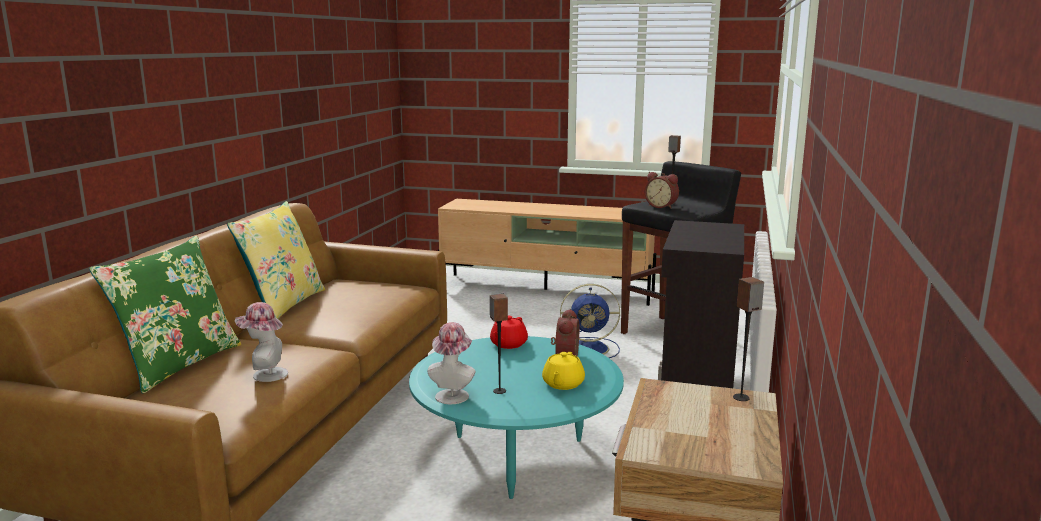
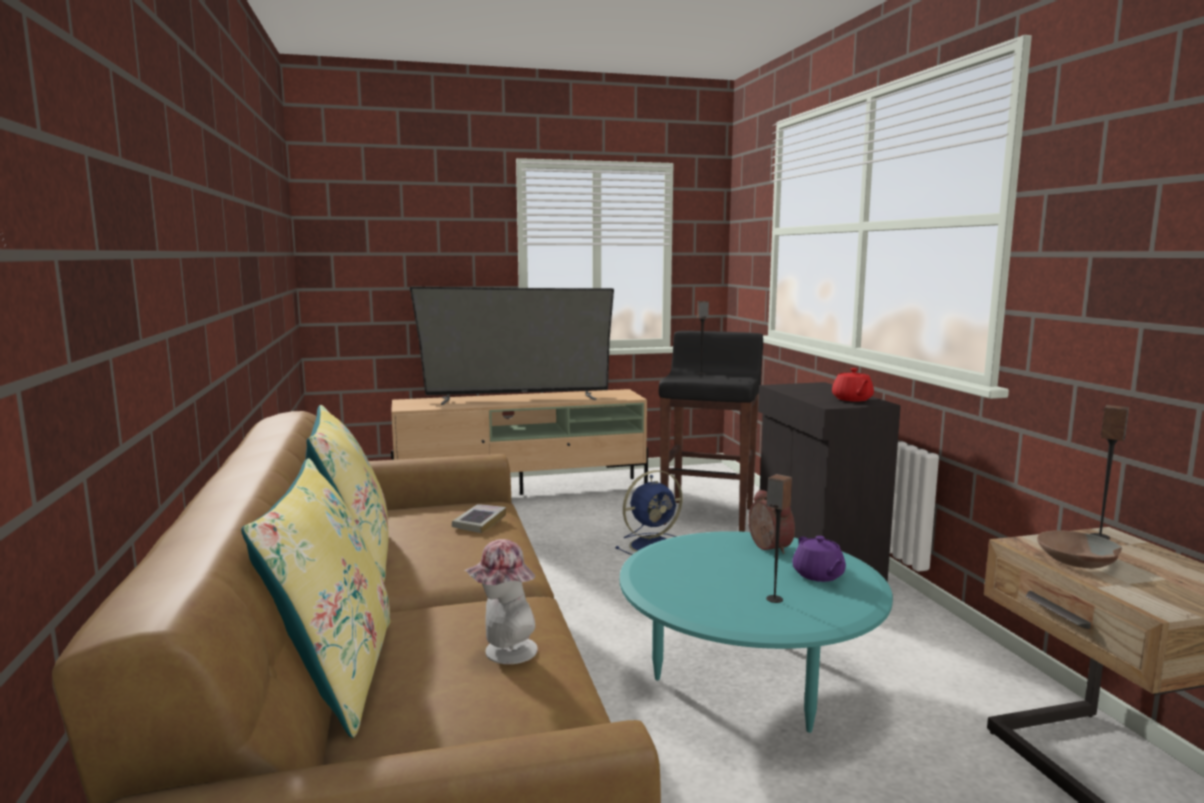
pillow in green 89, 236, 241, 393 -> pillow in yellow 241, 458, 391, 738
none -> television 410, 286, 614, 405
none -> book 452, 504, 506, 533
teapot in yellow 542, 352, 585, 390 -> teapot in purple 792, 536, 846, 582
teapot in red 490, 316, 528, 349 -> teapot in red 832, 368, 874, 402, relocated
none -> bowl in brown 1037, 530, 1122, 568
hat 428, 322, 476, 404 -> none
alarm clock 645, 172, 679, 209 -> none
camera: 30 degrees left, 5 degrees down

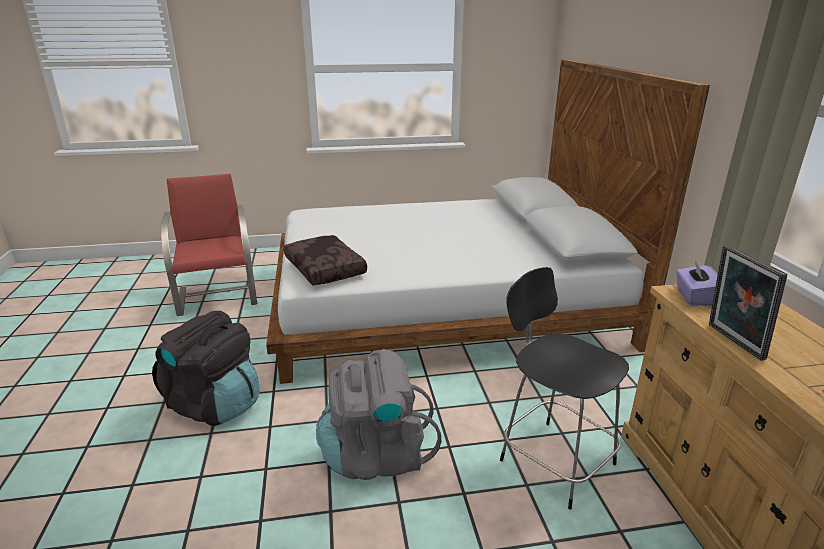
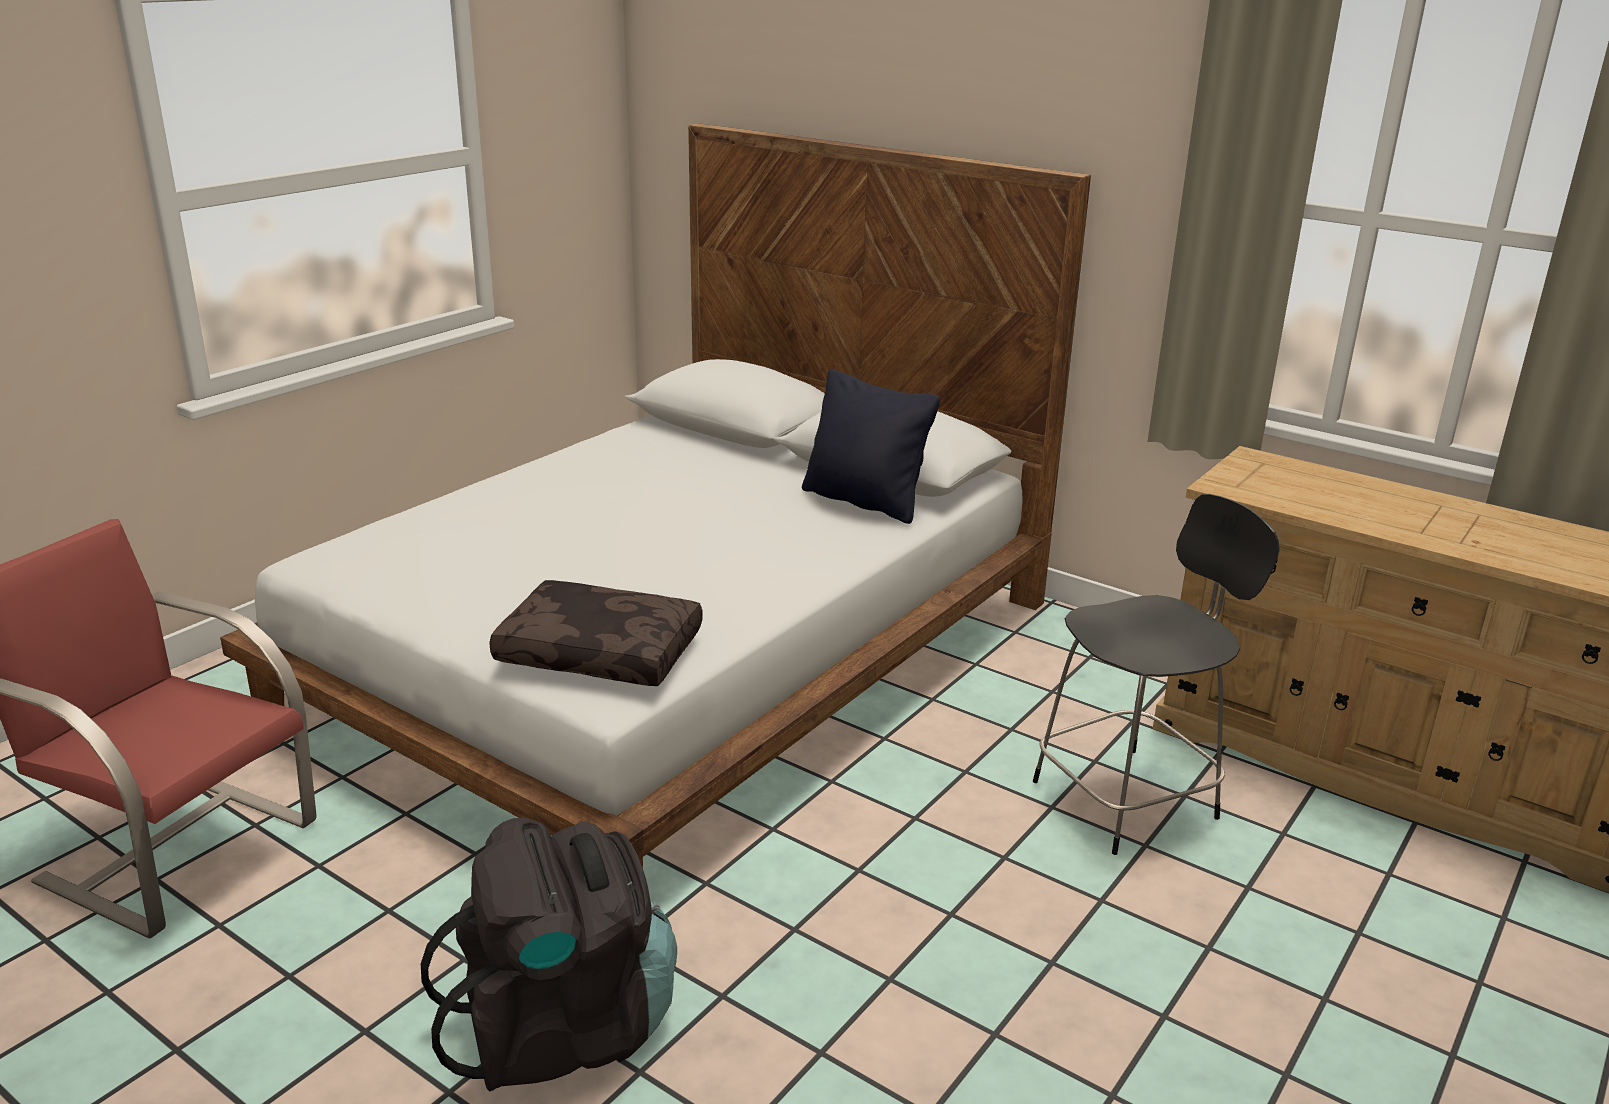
none -> pillow in black 802, 369, 940, 524
chair in black 500, 267, 629, 509 -> chair in black 1033, 494, 1279, 855, 150 degrees clockwise
backpack in grey 316, 349, 441, 480 -> none
tissue box in purple 676, 261, 718, 306 -> none
picture frame 709, 245, 787, 361 -> none
camera: 45 degrees left, 0 degrees up

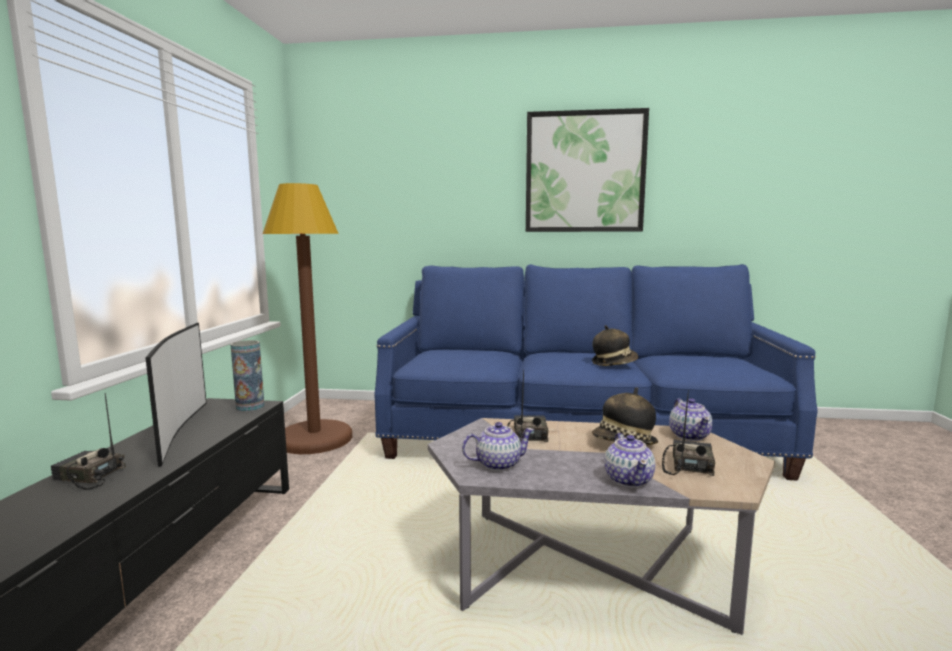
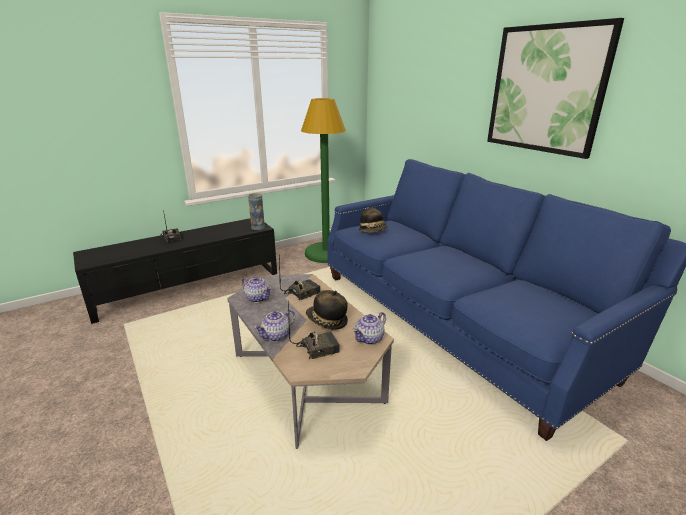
floor lamp in brown 263, 183, 352, 454 -> floor lamp in green 301, 98, 346, 263
hat 592, 325, 639, 366 -> hat 359, 205, 387, 232, relocated
television 145, 323, 207, 467 -> none
camera: 50 degrees right, 15 degrees up

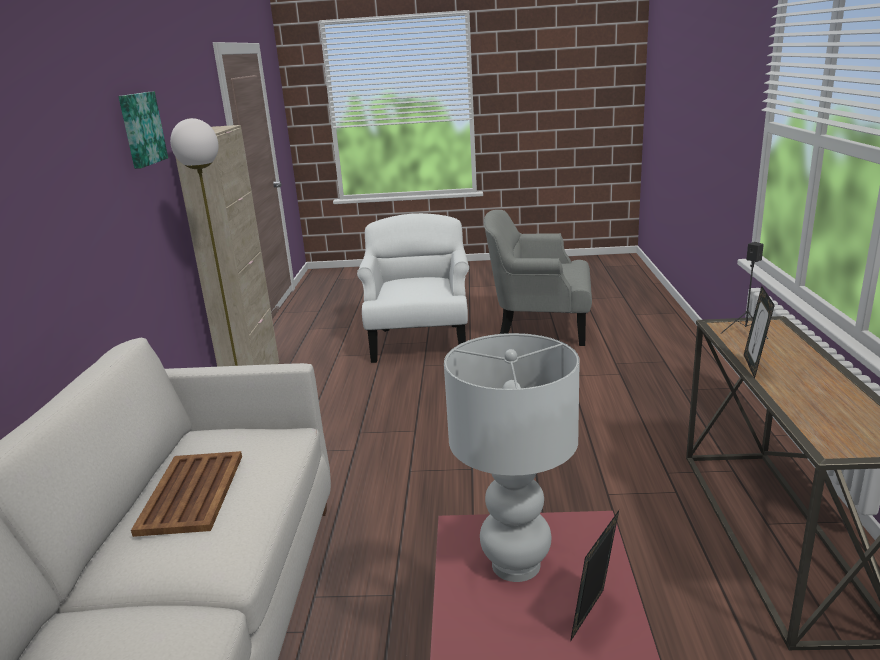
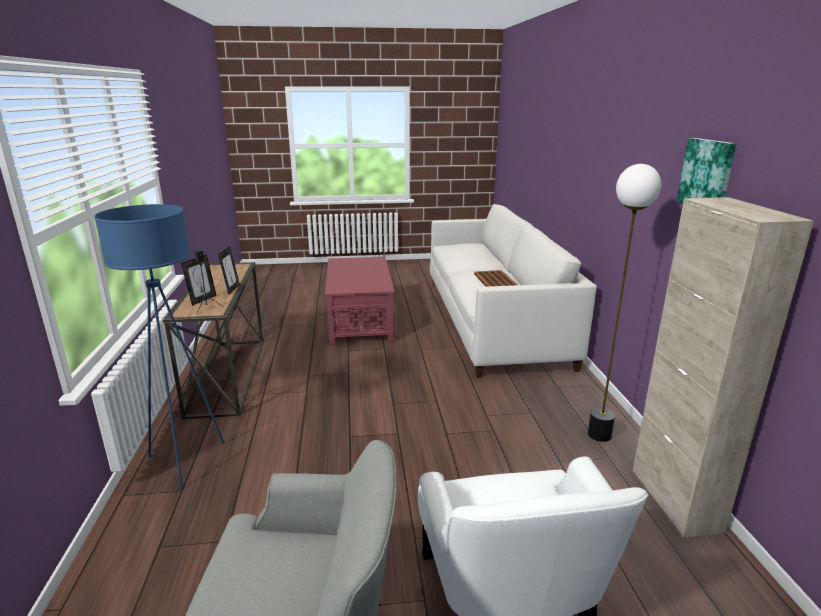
none -> floor lamp in blue 94, 204, 225, 490
picture frame 570, 510, 619, 642 -> picture frame 181, 255, 216, 306, relocated
table lamp in white 444, 333, 580, 582 -> none
camera: 170 degrees right, 0 degrees up

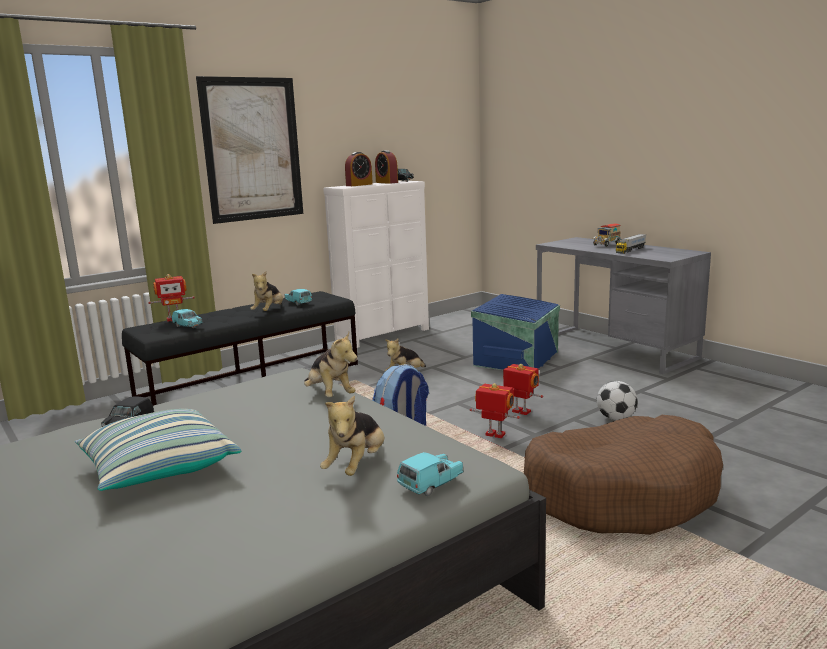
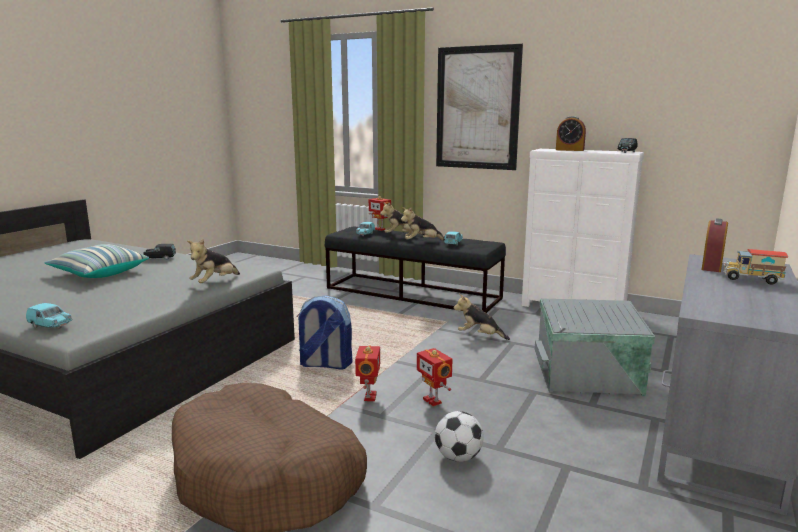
plush toy 320, 395, 384, 476 -> plush toy 380, 202, 425, 235, relocated
toy robot 503, 364, 543, 415 -> toy robot 417, 348, 452, 406, 135 degrees clockwise
storage box in blue 471, 294, 560, 370 -> storage box in grey 535, 299, 655, 396
alarm clock 375, 150, 398, 184 -> alarm clock 702, 218, 728, 272, relocated
toy truck 616, 234, 646, 254 -> none
camera: 65 degrees right, 0 degrees up

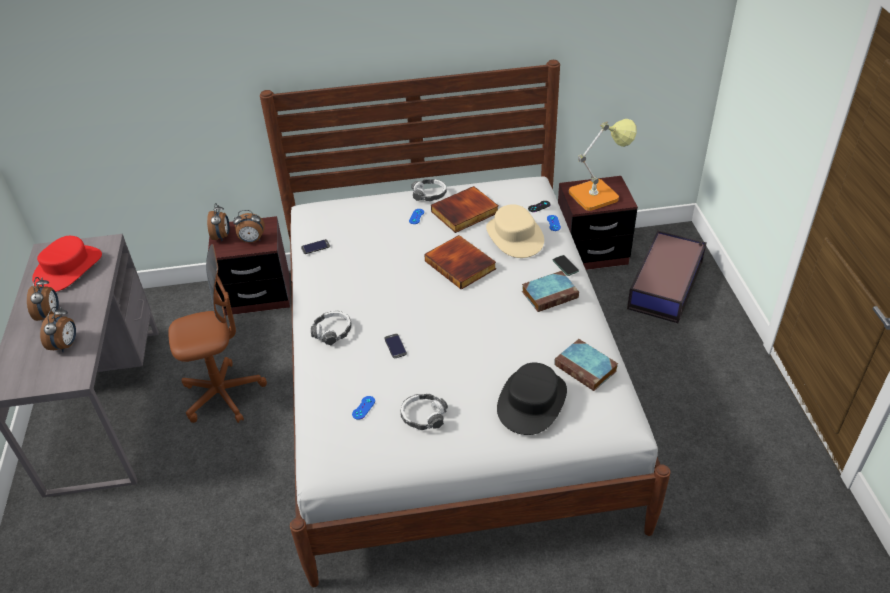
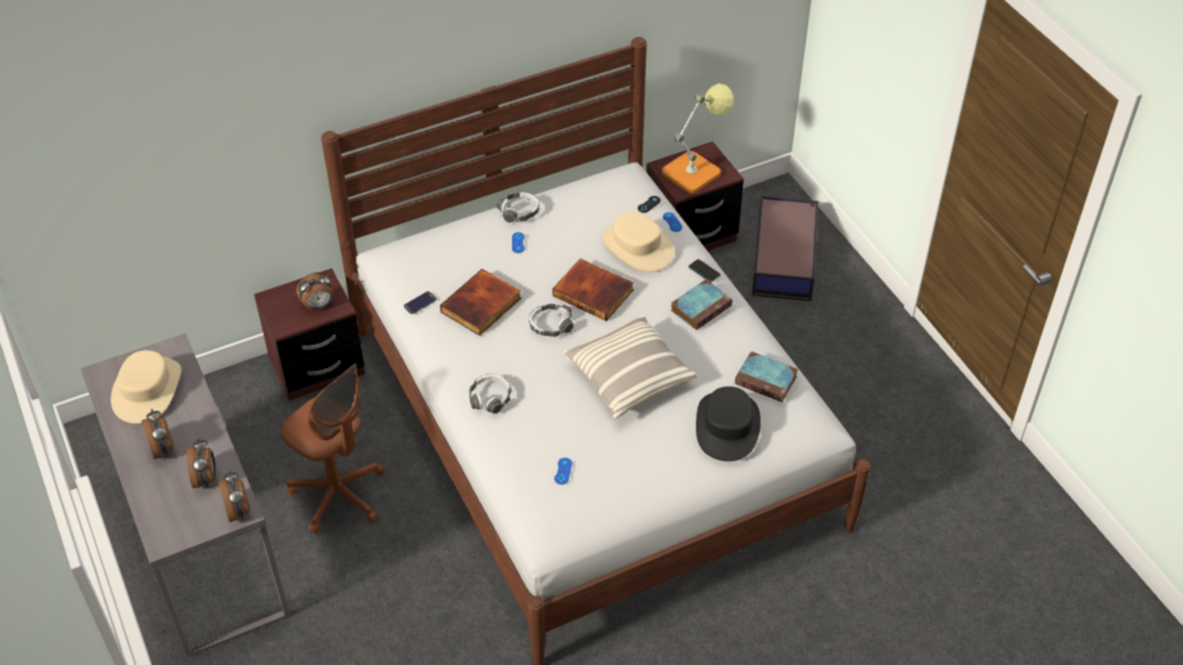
hat in red 32, 236, 102, 292 -> hat in beige 111, 350, 181, 424
alarm clock 207, 203, 229, 241 -> alarm clock 218, 470, 250, 522, relocated
office chair in brown 168, 244, 267, 423 -> office chair in brown 281, 364, 384, 534, 75 degrees clockwise
book 431, 186, 498, 233 -> book 440, 269, 521, 336, relocated
headphones 400, 394, 448, 430 -> headphones 529, 303, 574, 337, relocated
none -> pillow 563, 315, 697, 419
phone 384, 333, 407, 358 -> none
camera: 20 degrees left, 5 degrees up

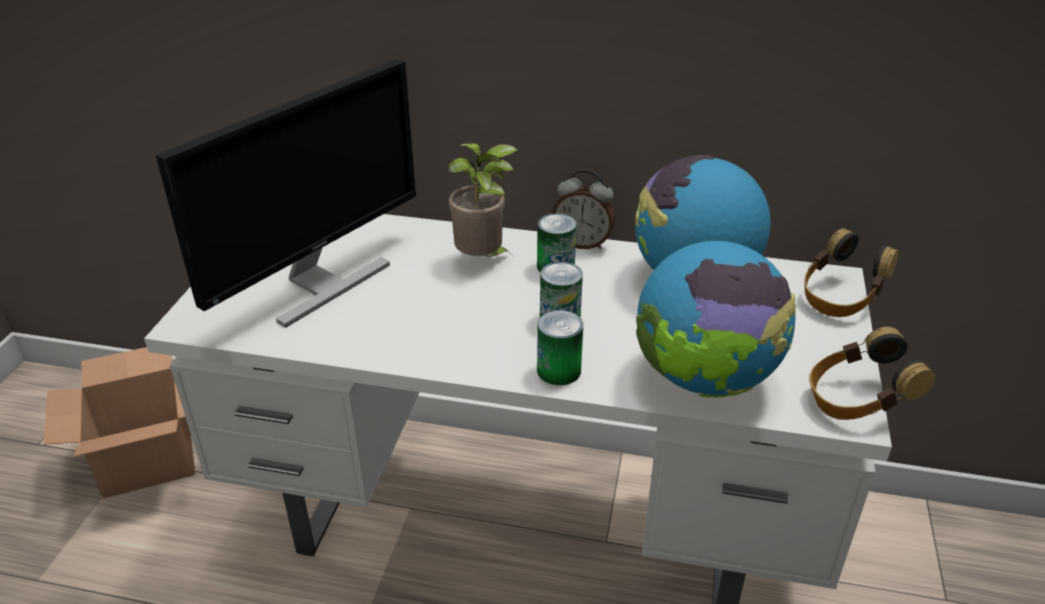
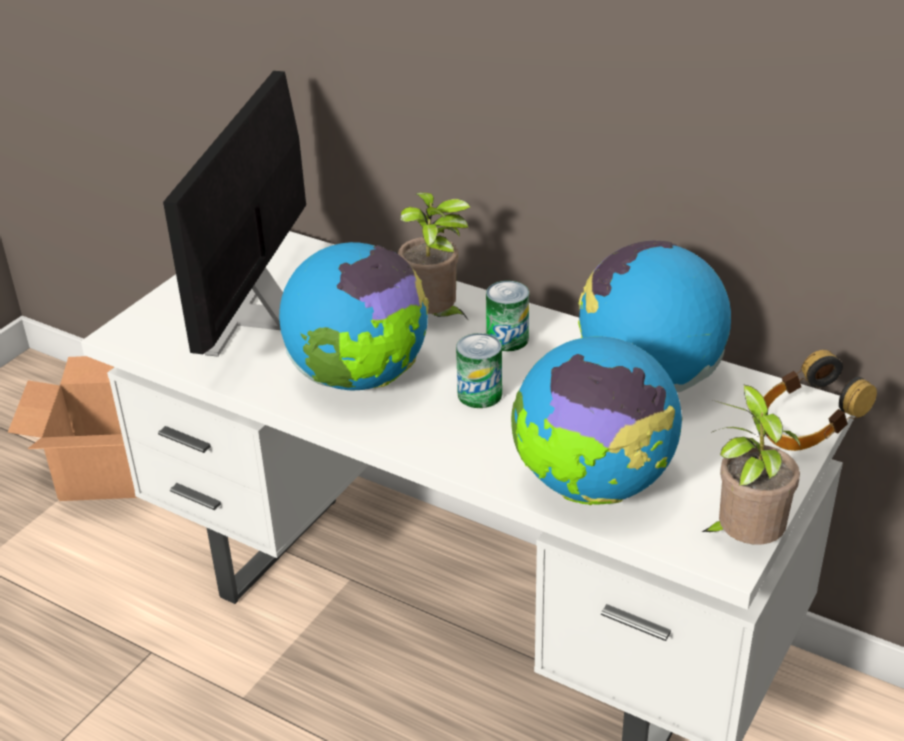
monitor 156, 59, 416, 328 -> monitor 163, 71, 306, 357, 135 degrees clockwise
none -> globe 279, 242, 429, 391
headphones 809, 327, 935, 420 -> potted plant 702, 385, 801, 544
can 537, 310, 583, 385 -> none
alarm clock 552, 169, 616, 249 -> none
camera: 20 degrees right, 0 degrees up

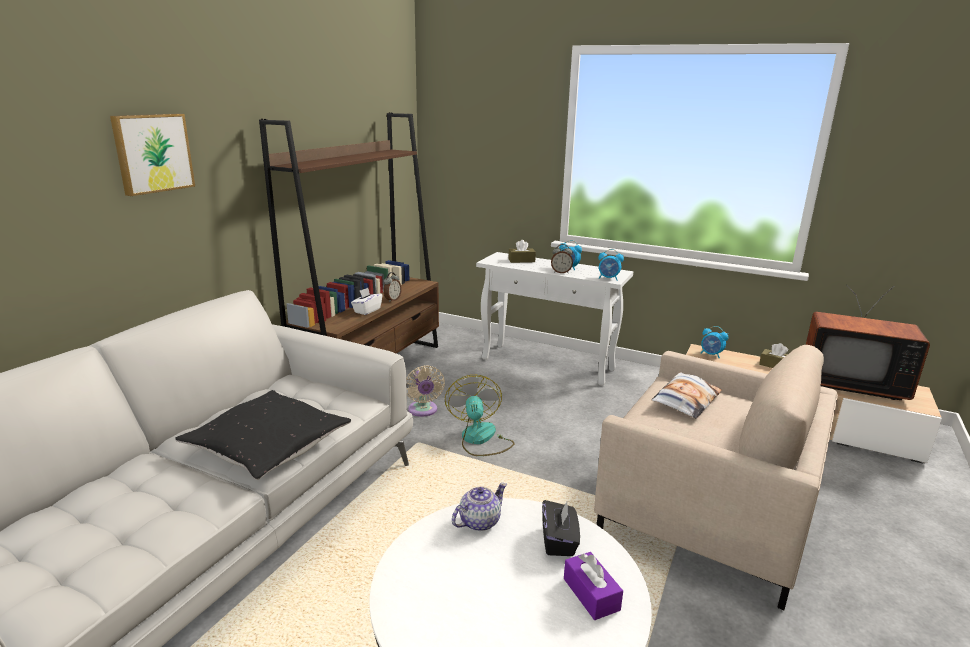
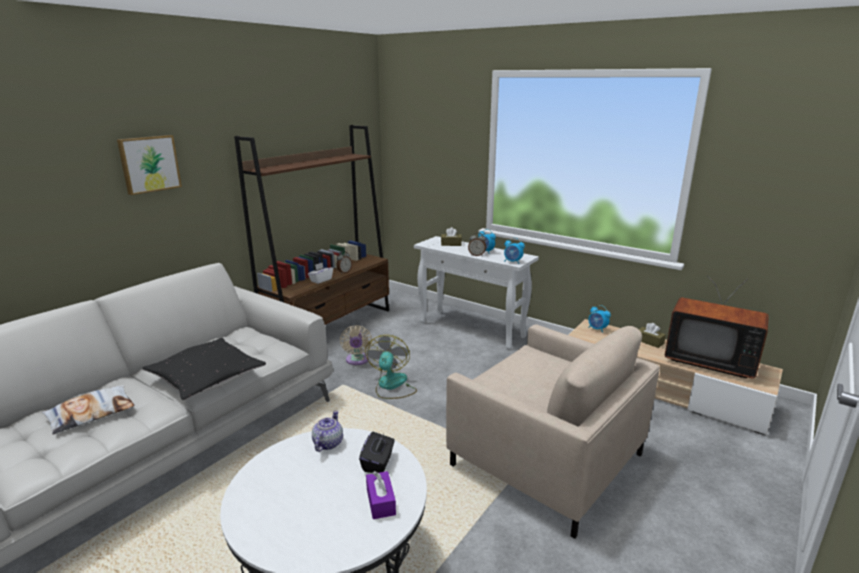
pillow 651, 372, 722, 419 -> pillow 42, 385, 134, 434, relocated
teapot 452, 483, 507, 531 -> teapot 312, 410, 343, 452, 45 degrees counterclockwise
camera: 10 degrees right, 0 degrees up

